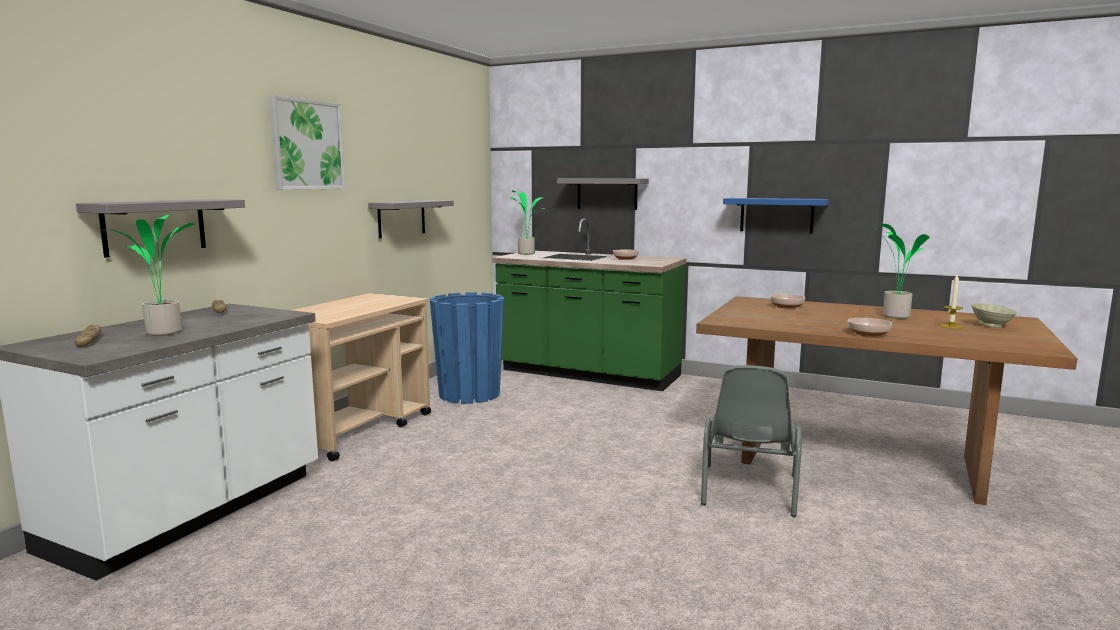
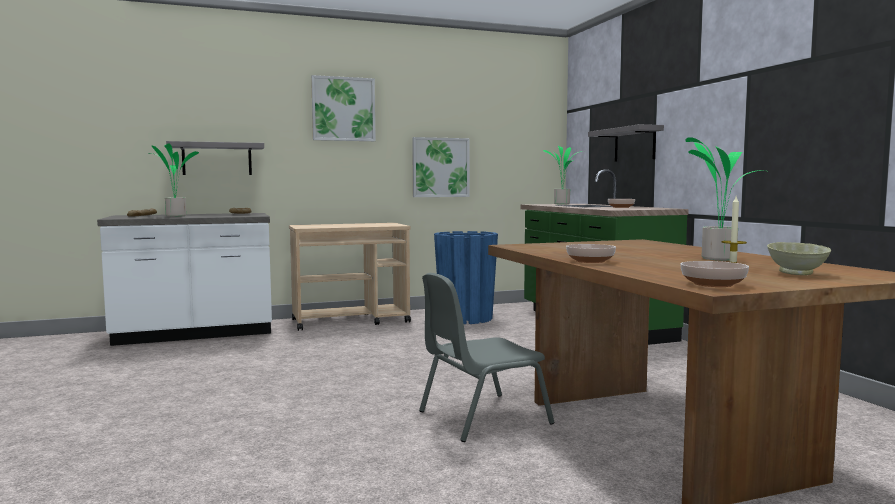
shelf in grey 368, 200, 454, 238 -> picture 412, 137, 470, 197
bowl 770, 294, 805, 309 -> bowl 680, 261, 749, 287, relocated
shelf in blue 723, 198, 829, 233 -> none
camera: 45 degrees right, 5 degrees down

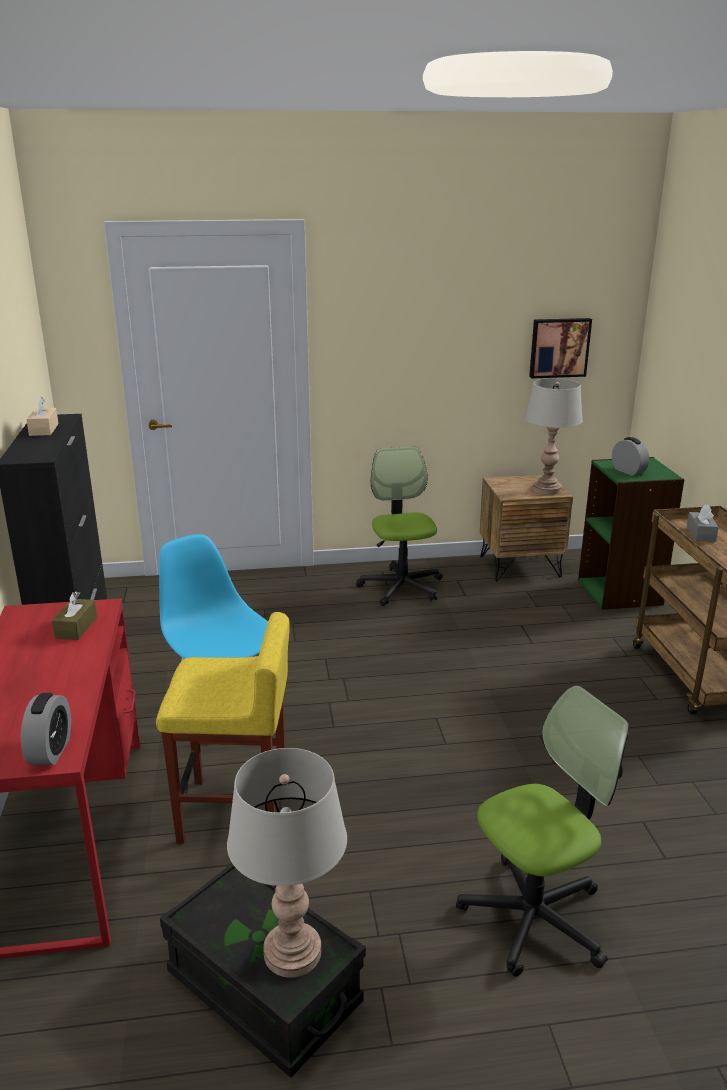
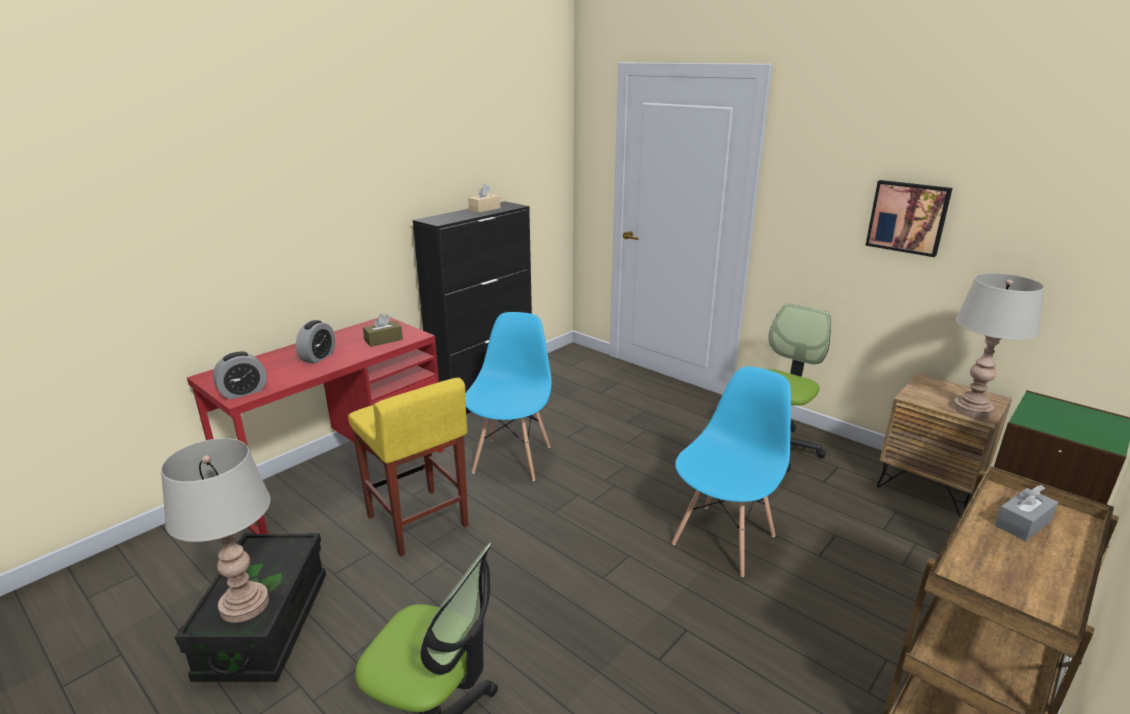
alarm clock 612, 437, 649, 476 -> alarm clock 296, 320, 335, 364, relocated
none -> chair in blue 672, 366, 791, 577
picture 529, 318, 592, 378 -> picture 865, 180, 953, 257, relocated
camera: 50 degrees right, 0 degrees up

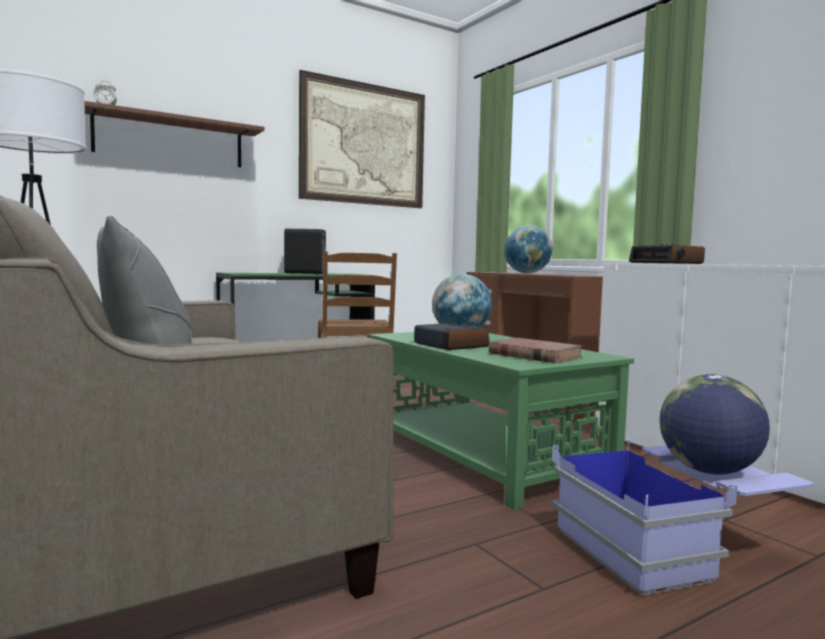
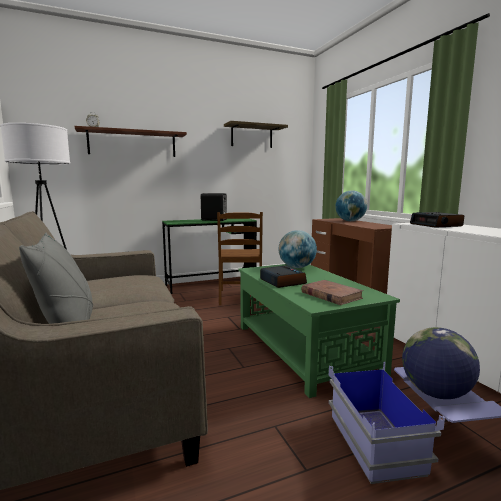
picture 299, 70, 425, 208 -> shelf 224, 121, 288, 148
camera: 10 degrees right, 5 degrees up

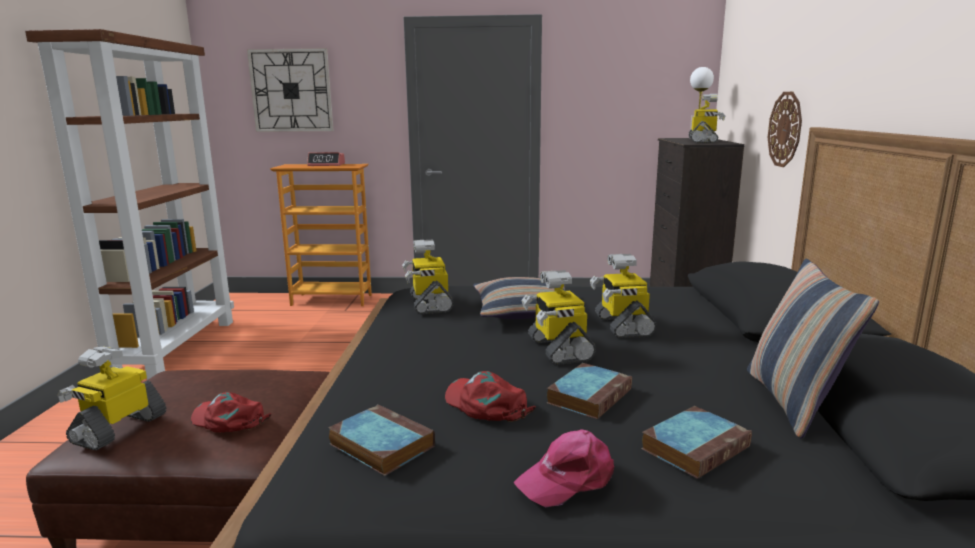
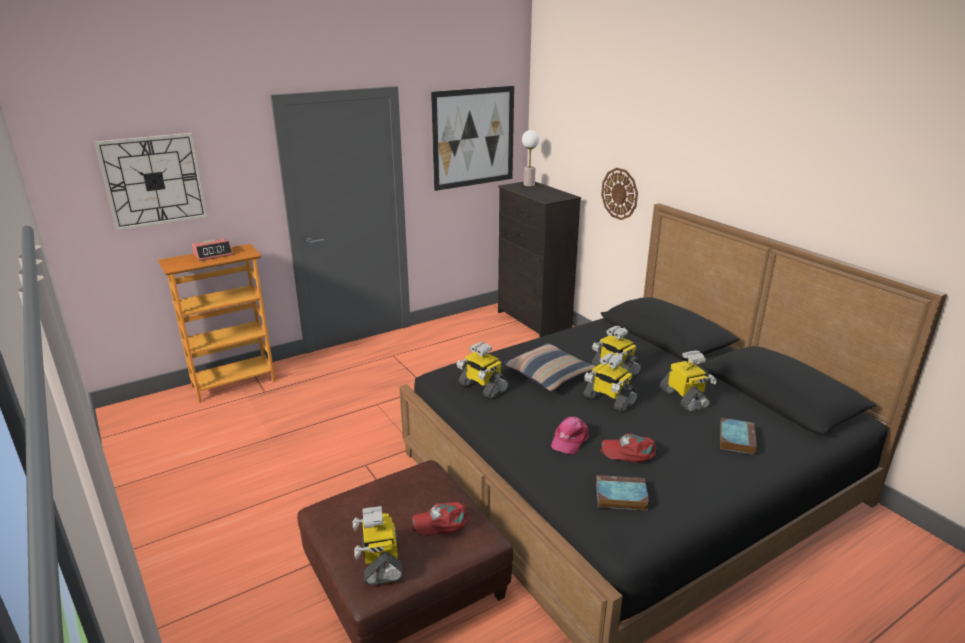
none -> picture 431, 86, 514, 191
cap in pink 513, 429, 614, 507 -> cap in pink 551, 417, 589, 454, relocated
toy robot 688, 94, 725, 143 -> toy robot 660, 350, 717, 412, relocated
bookcase in brown 25, 29, 234, 380 -> none
book 547, 363, 632, 419 -> none
pillow 747, 258, 879, 438 -> none
camera: 35 degrees left, 10 degrees up

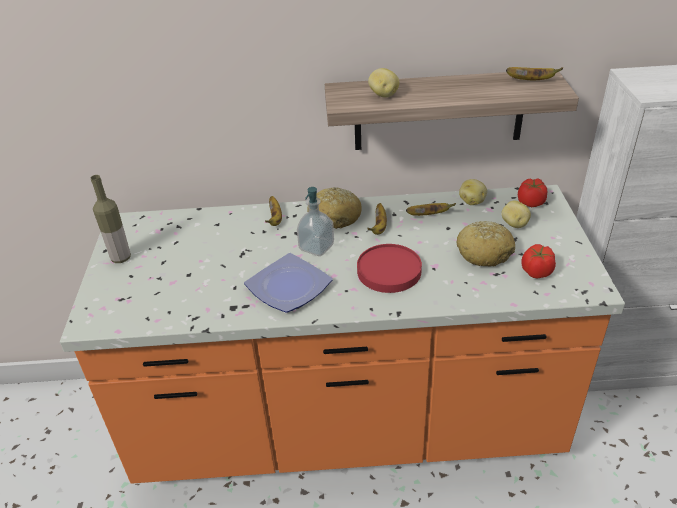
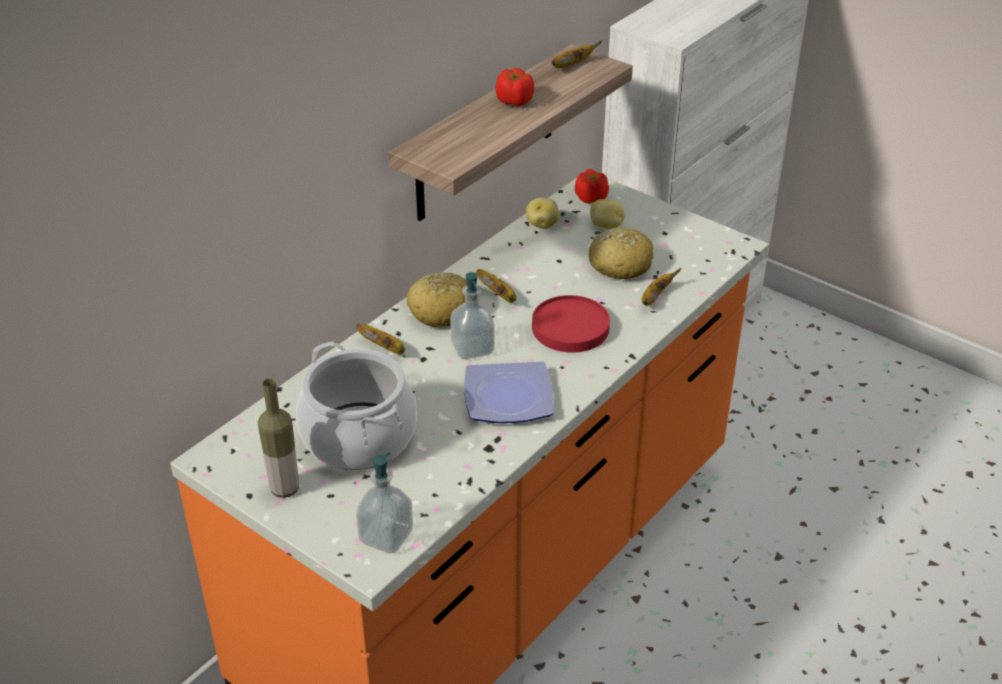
none -> cooking pot 296, 342, 417, 470
none -> soap dispenser 356, 452, 413, 553
tomato 521, 244, 556, 279 -> tomato 495, 68, 534, 106, relocated
banana 406, 203, 456, 216 -> banana 642, 268, 681, 306, relocated
potato 368, 68, 399, 98 -> none
camera: 50 degrees left, 0 degrees up

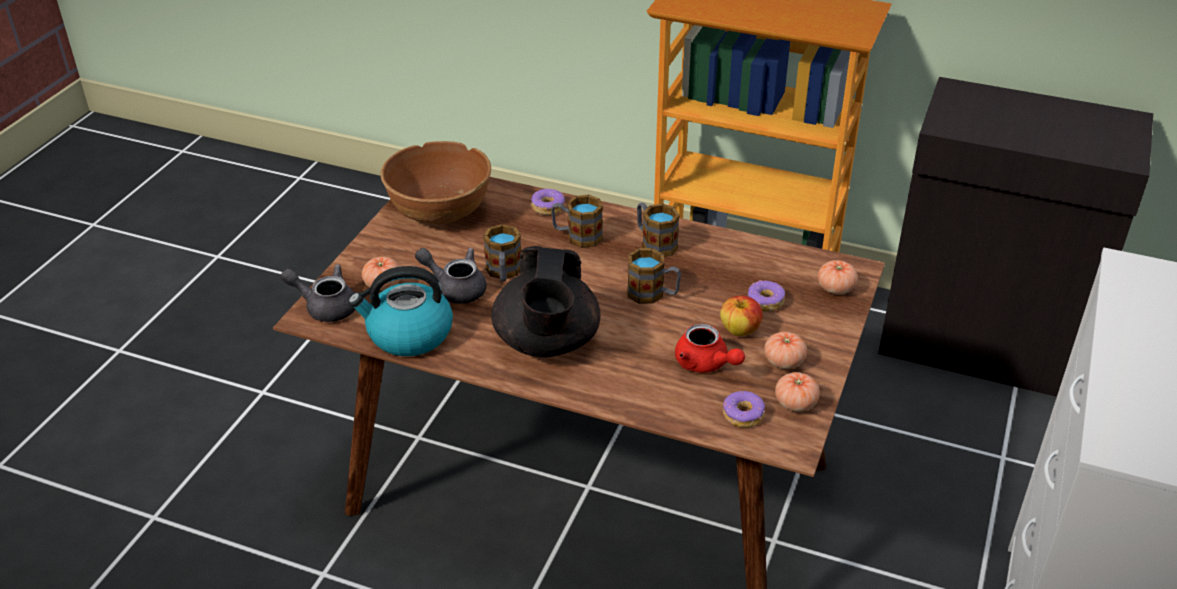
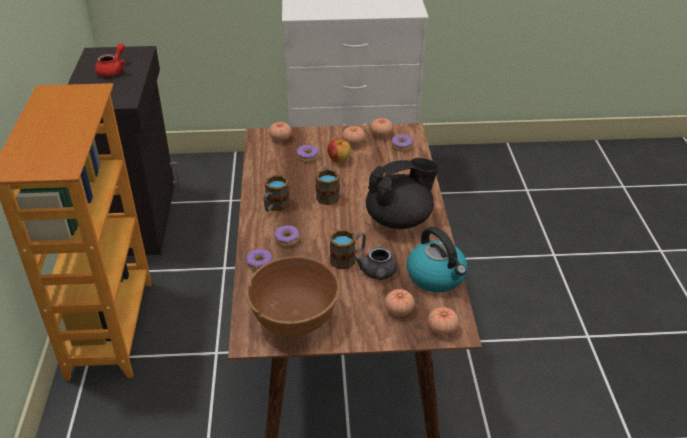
teapot in red 675, 324, 745, 373 -> teapot in red 95, 43, 125, 77, relocated
mug 551, 195, 603, 248 -> donut 274, 225, 299, 247
teapot in grey 281, 264, 355, 322 -> tomato 428, 307, 459, 335
camera: 115 degrees left, 0 degrees up

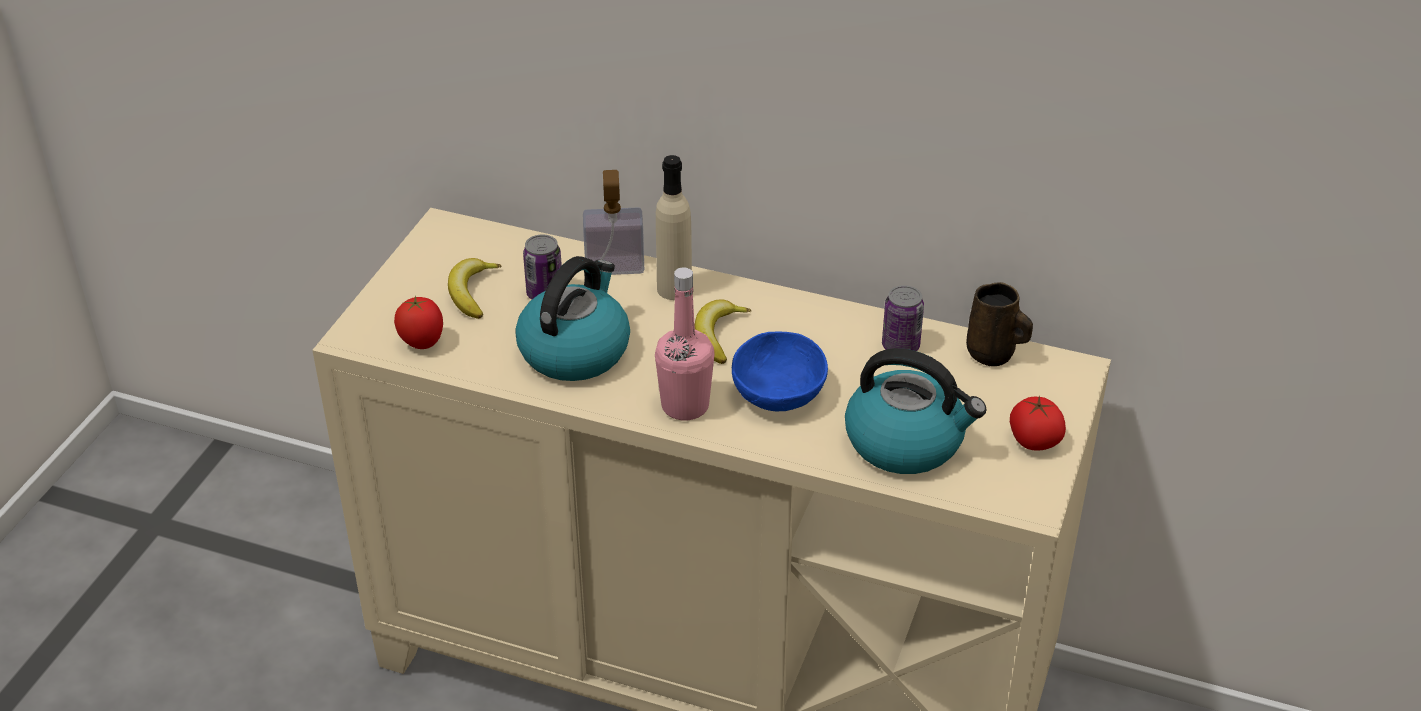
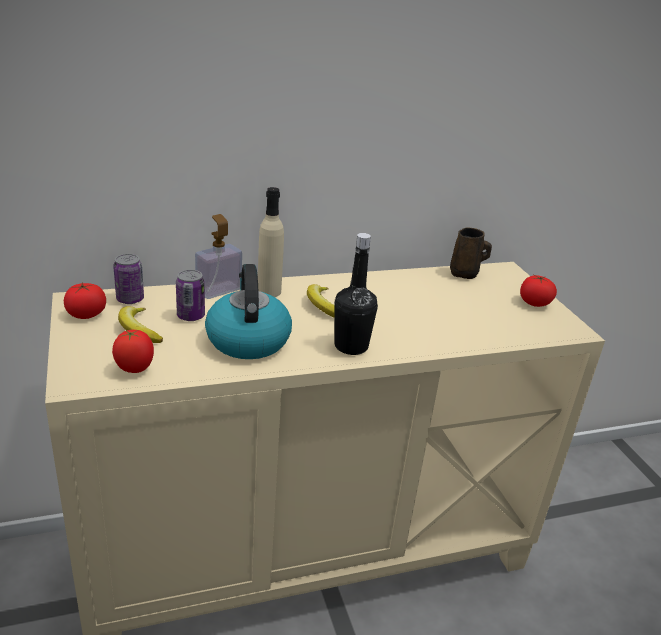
none -> tomato 64, 283, 106, 319
can 882, 285, 924, 351 -> can 113, 254, 144, 304, relocated
bottle in pink 655, 267, 714, 420 -> bottle in black 334, 233, 378, 355
bowl in blue 732, 332, 828, 411 -> none
kettle 845, 348, 986, 474 -> none
camera: 40 degrees left, 10 degrees down

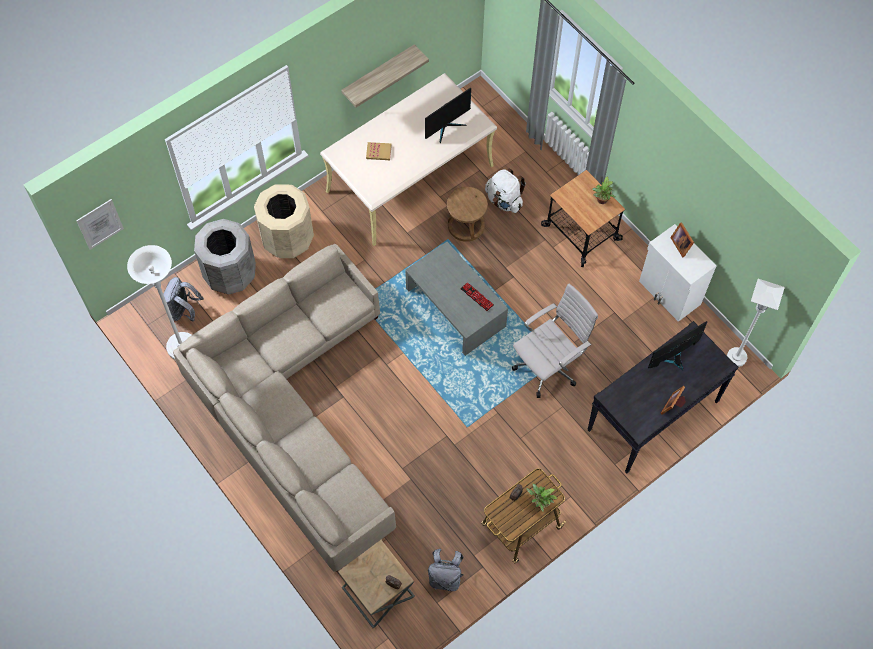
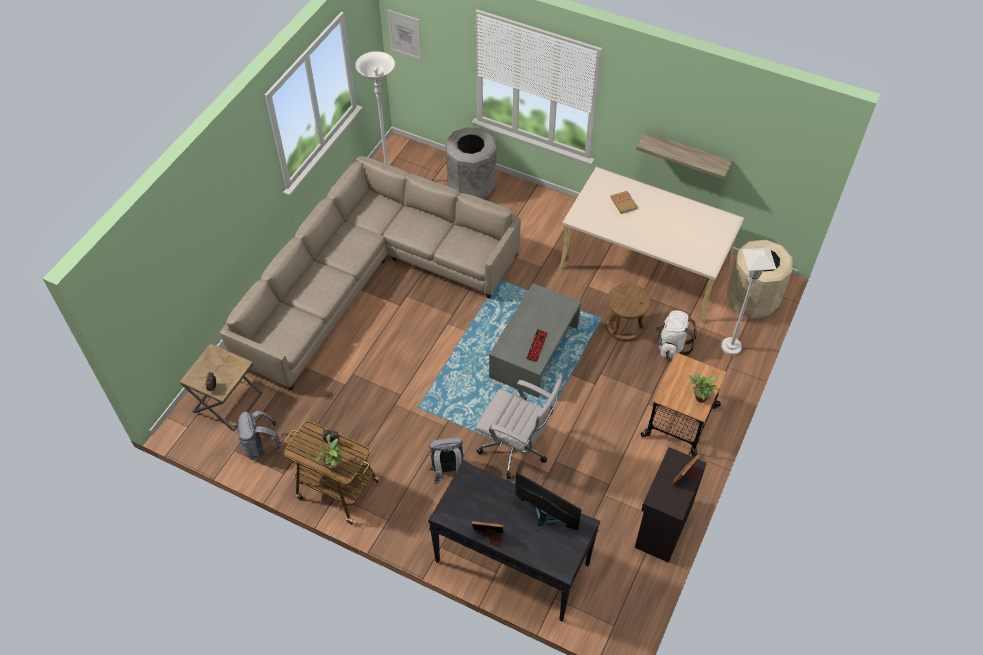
backpack in grey 163, 277, 204, 321 -> backpack in grey 429, 437, 463, 485, relocated
cabinet in white 639, 224, 717, 322 -> cabinet in black 635, 447, 707, 563
floor lamp in white 727, 279, 785, 367 -> floor lamp in white 721, 248, 776, 356, relocated
trash can in beige 254, 184, 314, 258 -> trash can in beige 727, 240, 793, 319, relocated
monitor 425, 88, 471, 143 -> none
camera: 65 degrees right, 10 degrees down

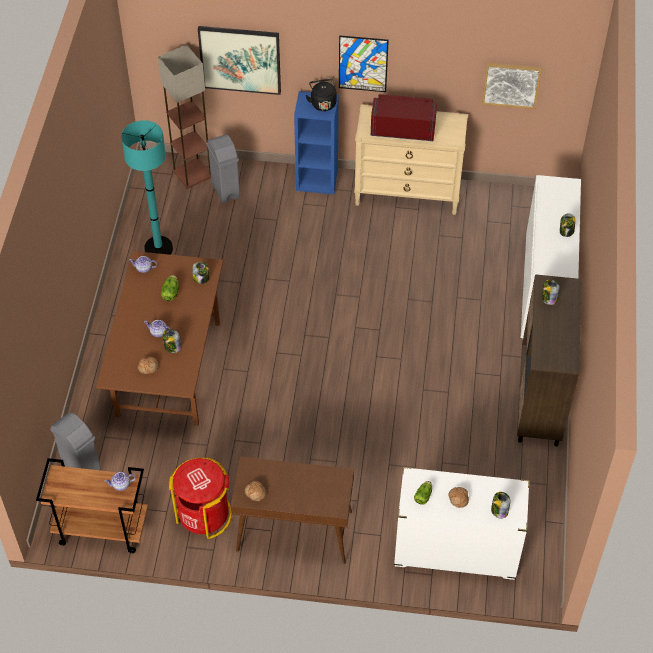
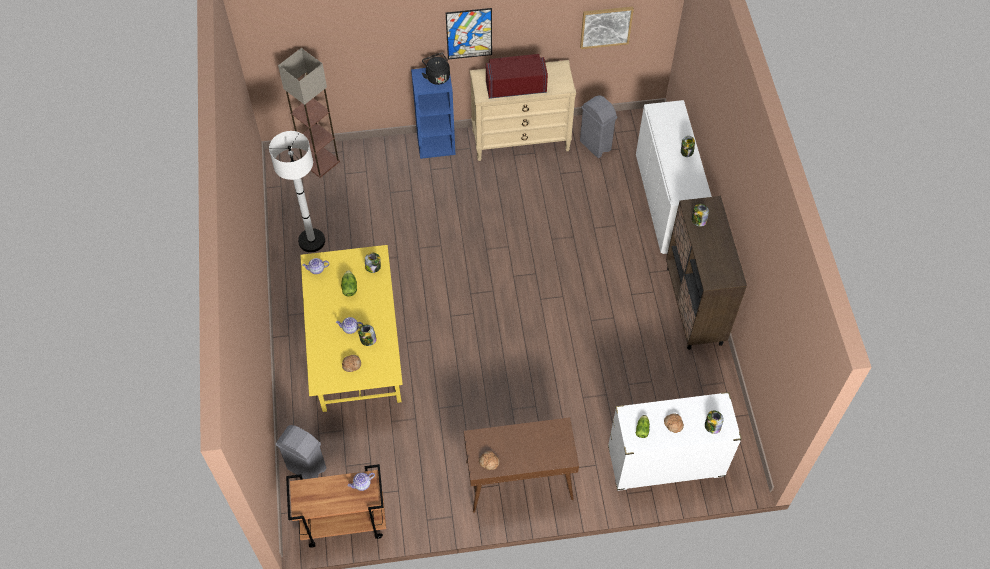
floor lamp in turquoise 121, 120, 173, 255 -> floor lamp in white 269, 131, 325, 252
dining table in brown 96, 251, 223, 426 -> dining table in yellow 300, 245, 403, 412
trash can in grey 206, 134, 240, 204 -> trash can in grey 580, 95, 617, 158, relocated
trash can in red 169, 457, 232, 539 -> none
picture 198, 26, 281, 95 -> none
camera: 15 degrees left, 5 degrees up

